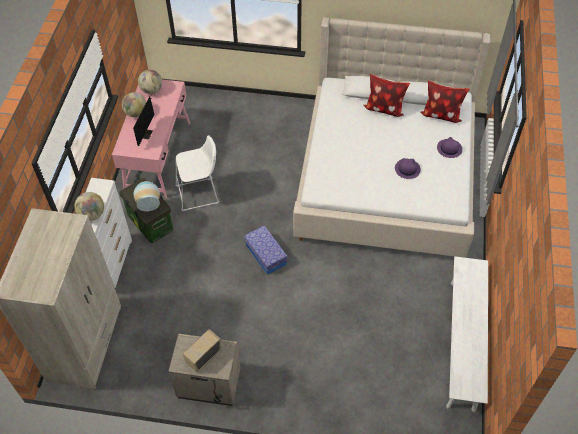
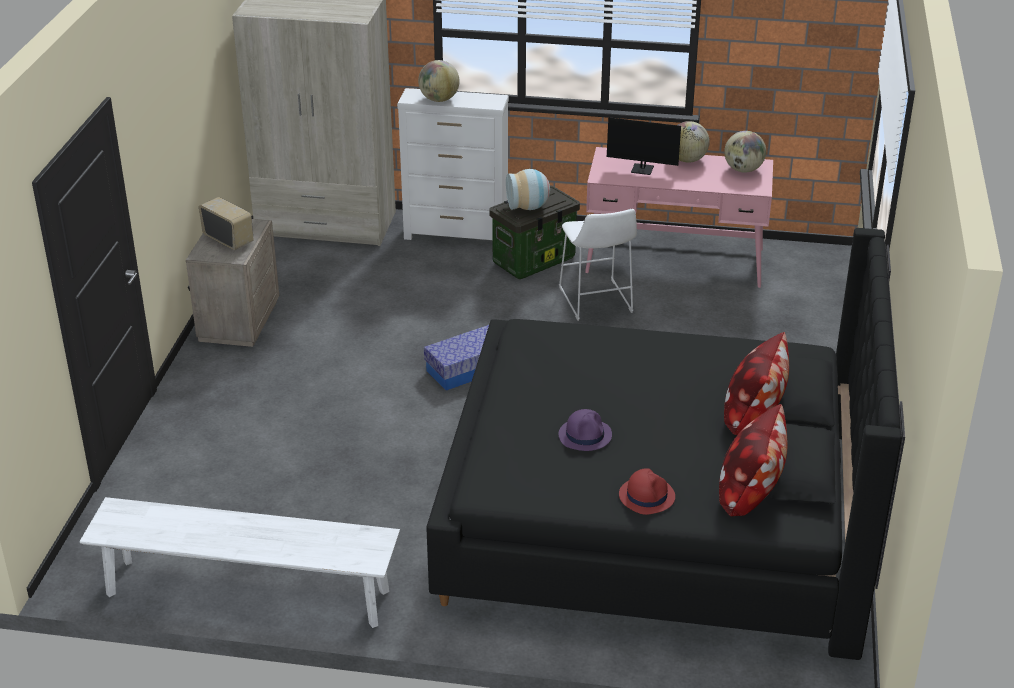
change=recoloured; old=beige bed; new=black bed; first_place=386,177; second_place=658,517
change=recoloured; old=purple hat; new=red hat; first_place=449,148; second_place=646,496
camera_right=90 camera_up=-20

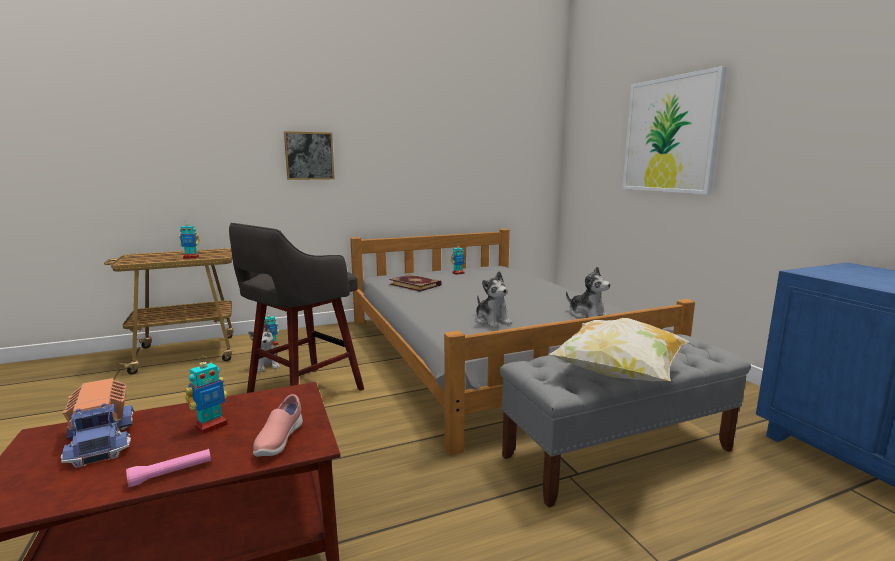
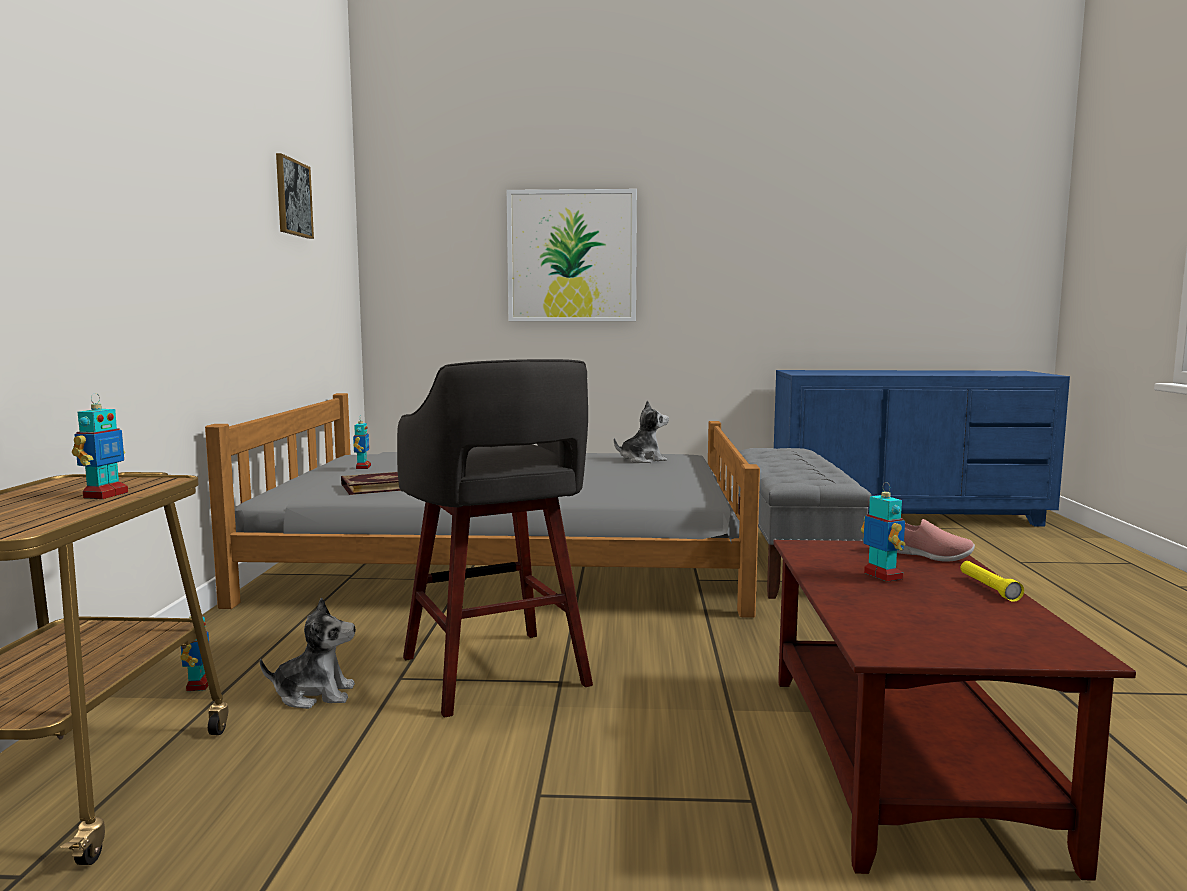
change=moved; old=picture; first_place=309,156; second_place=293,198
change=recoloured; old=pink flashlight; new=yellow flashlight; first_place=171,473; second_place=988,588
change=removed; old=toy truck; first_place=103,439
change=removed; old=plush toy; first_place=492,321
change=removed; old=pillow; first_place=618,374
camera_right=-65 camera_up=-5

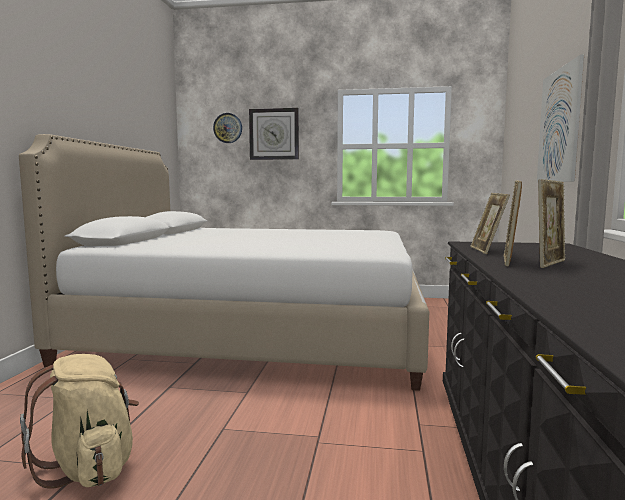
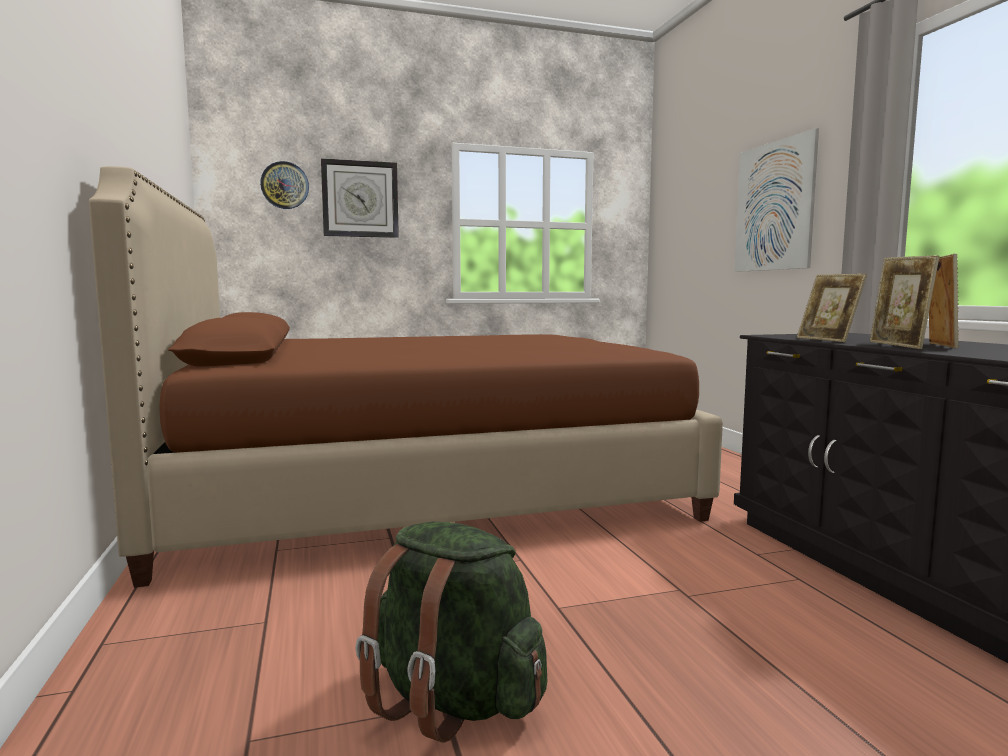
change=recoloured; old=white bed; new=brown bed; first_place=256,334; second_place=423,489
change=recoloured; old=beige backpack; new=green backpack; first_place=89,467; second_place=452,700
camera_right=-25 camera_up=0

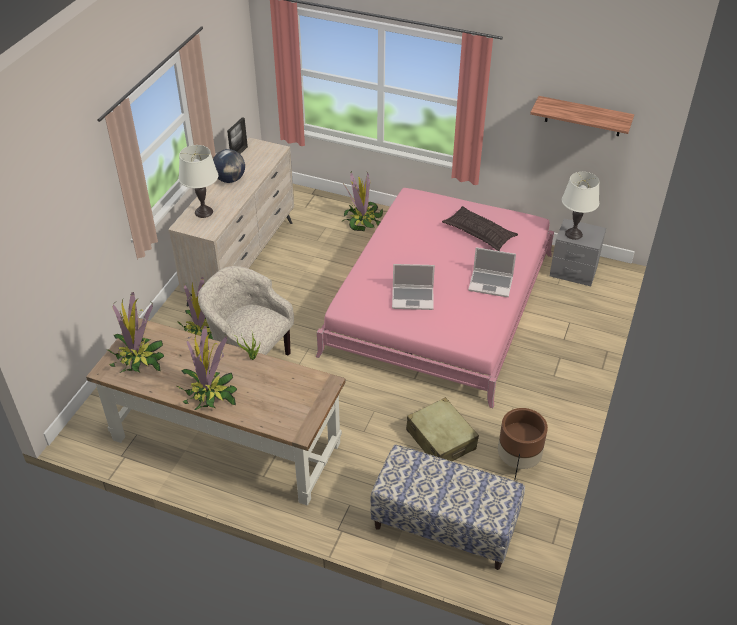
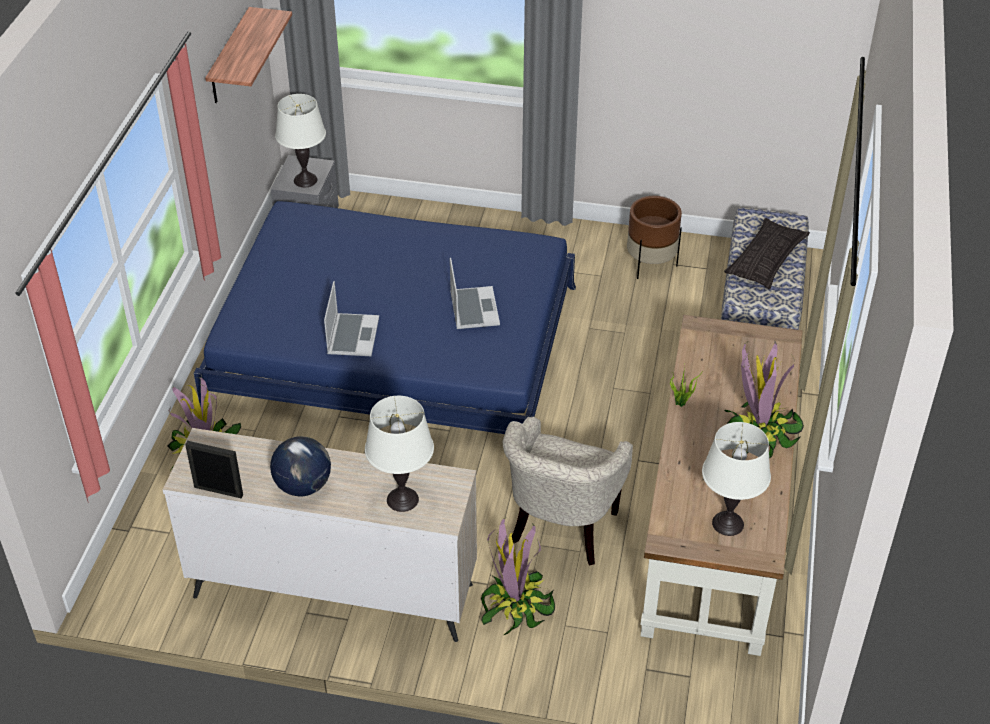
change=recoloured; old=pink bed; new=blue bed; first_place=440,303; second_place=395,346
change=moved; old=laptop; first_place=491,284; second_place=352,336
change=replaced; old=potted plant; new=white table lamp; first_place=137,358; second_place=728,523
change=moved; old=pillow; first_place=479,233; second_place=766,259
change=removed; old=beige suitcase; first_place=441,439
camera_right=-100 camera_up=0

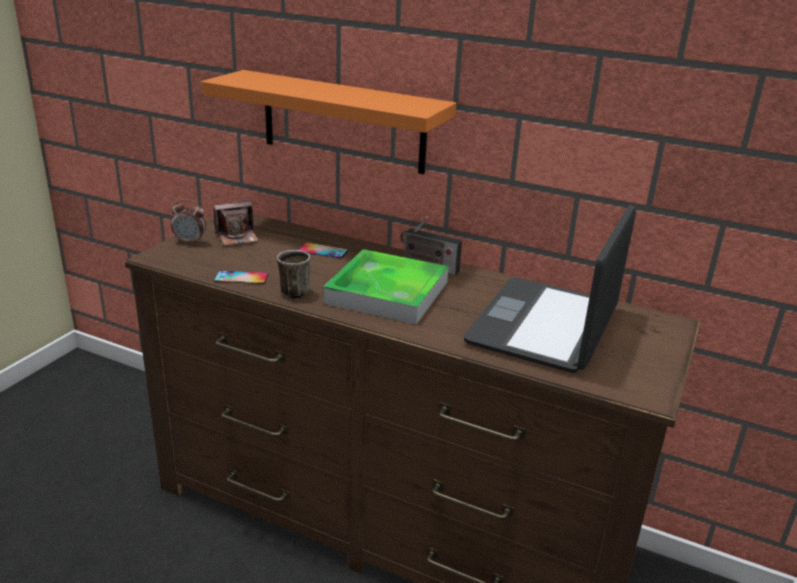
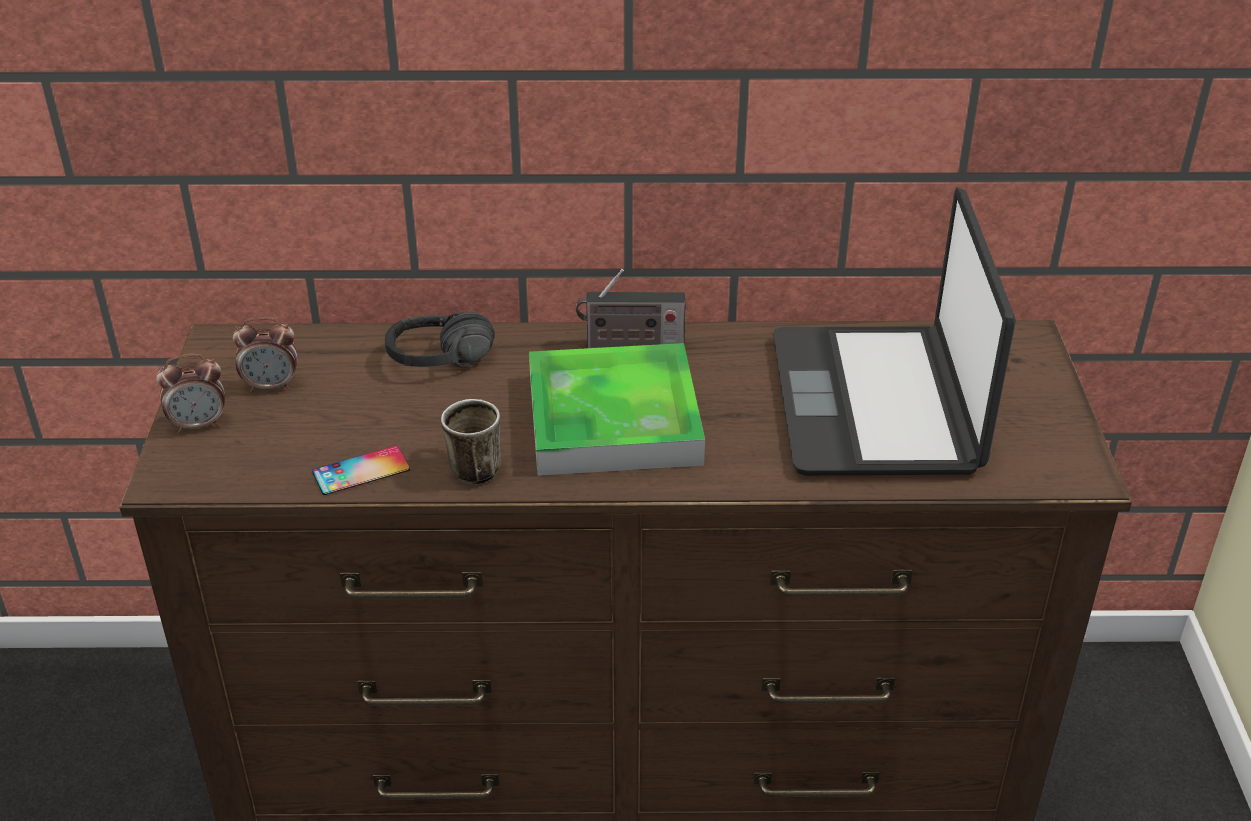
change=replaced; old=photo camera; new=alarm clock; first_place=237,237; second_place=272,386
change=replaced; old=phone; new=black headphones; first_place=323,251; second_place=443,368
change=removed; old=orange shelf; first_place=343,122
camera_right=-25 camera_up=10

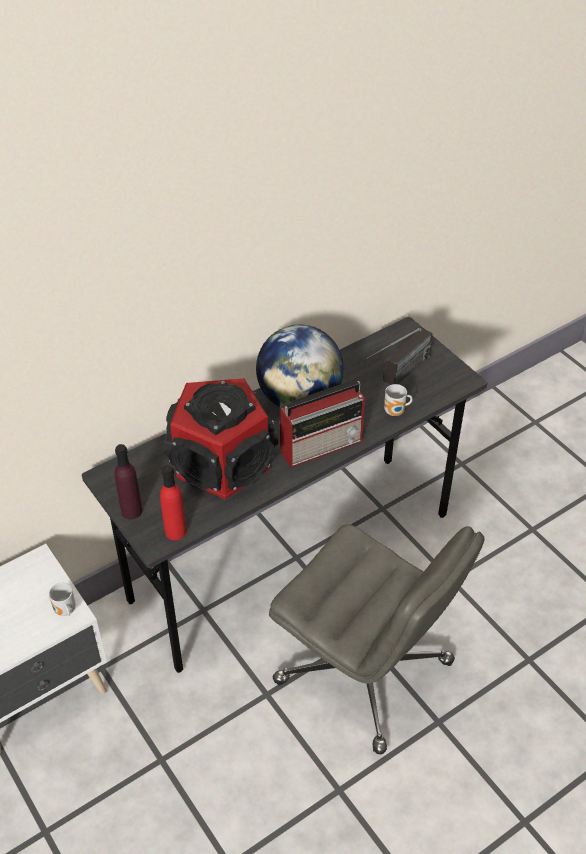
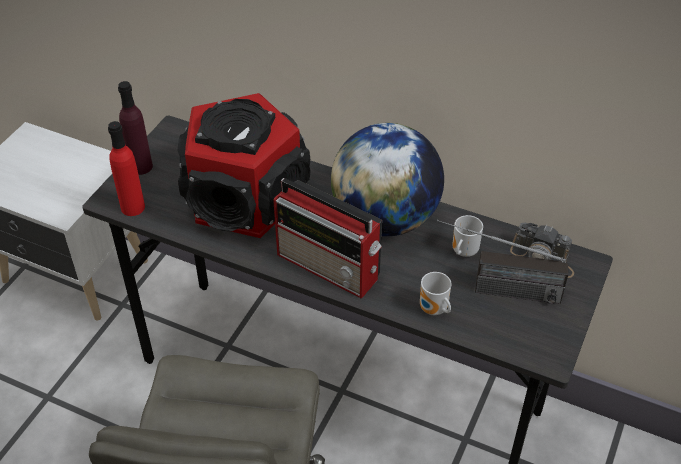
change=moved; old=mug; first_place=65,611; second_place=462,252
change=added; new=photo camera; second_place=543,257
camera_right=60 camera_up=0

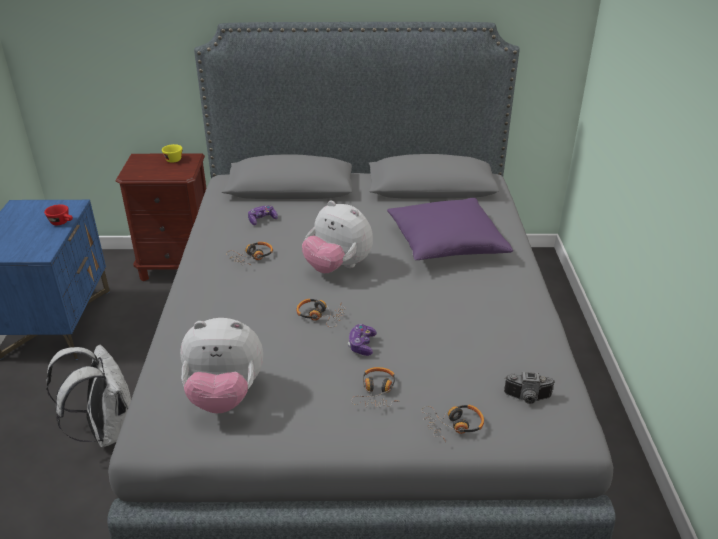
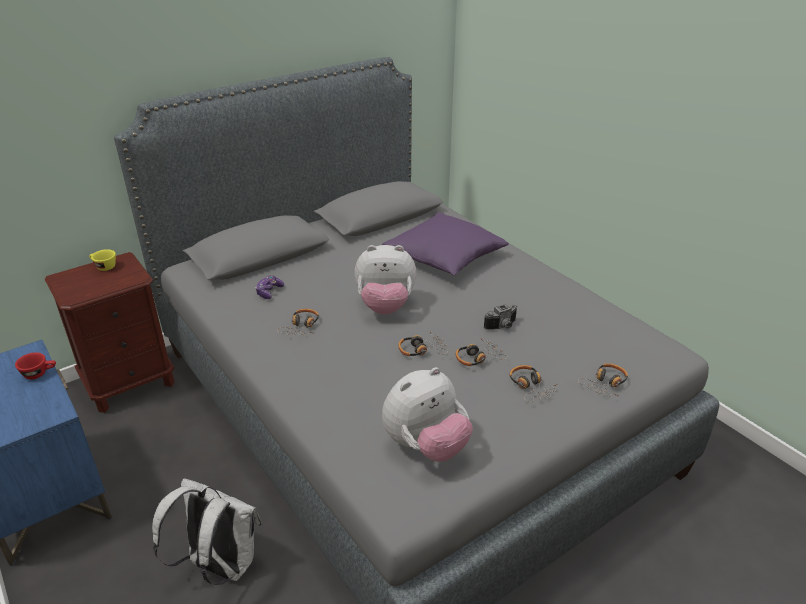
change=replaced; old=game controller; new=headphones; first_place=362,345; second_place=478,357
change=moved; old=photo camera; first_place=527,399; second_place=503,327
camera_right=-35 camera_up=0

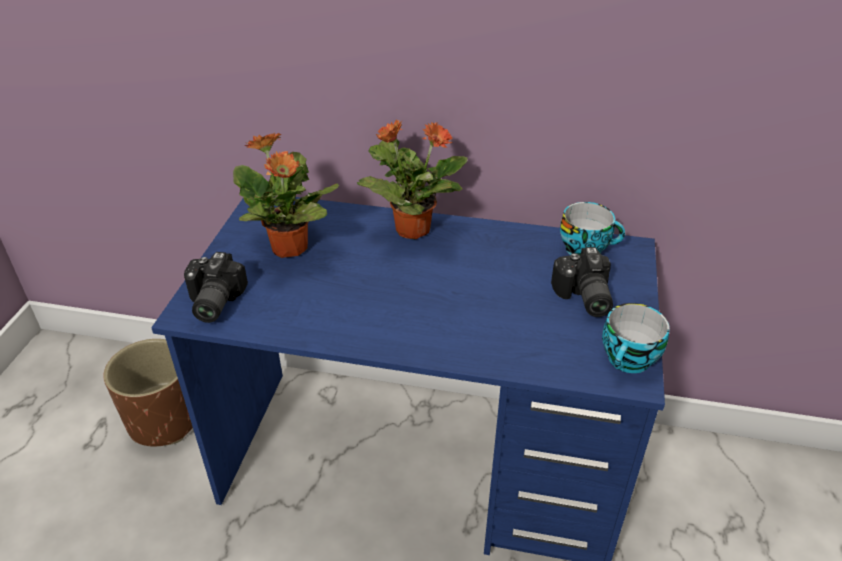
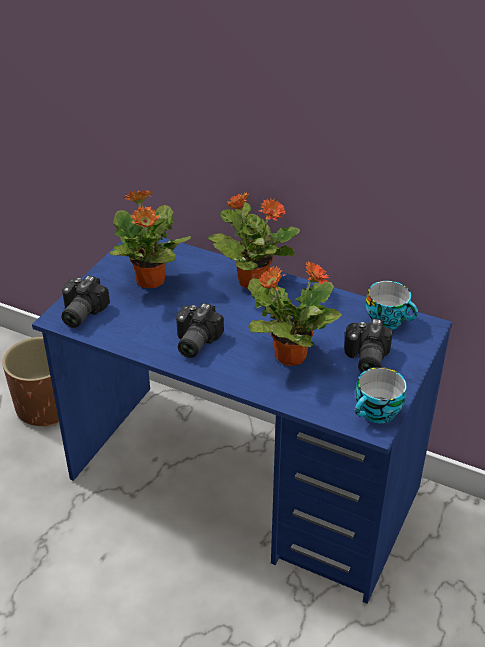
change=added; new=photo camera; second_place=193,342
change=added; new=potted plant; second_place=289,355
camera_right=15 camera_up=0

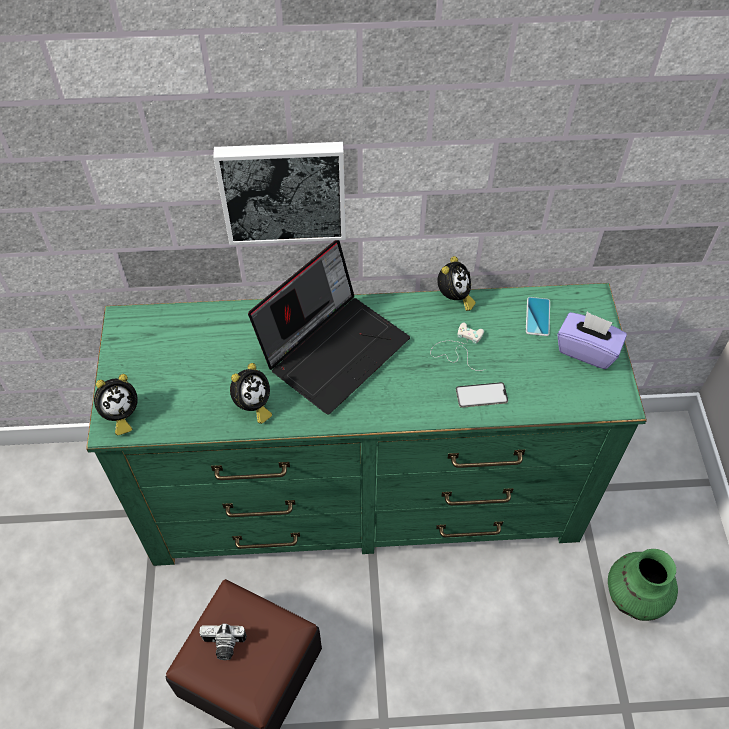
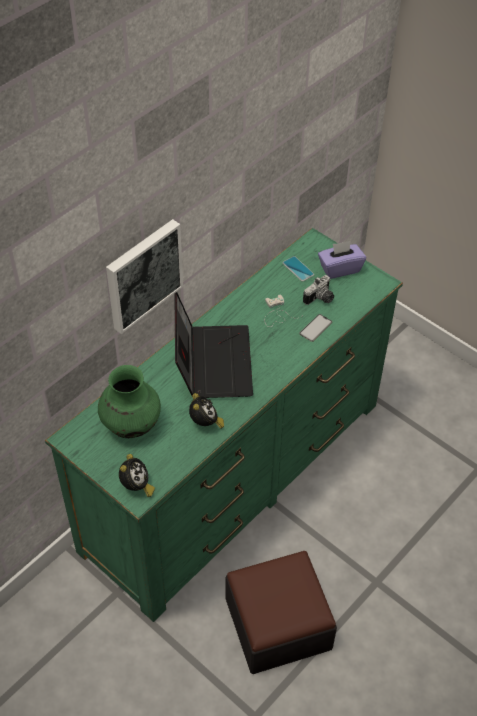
change=moved; old=green vase; first_place=634,596; second_place=131,424
change=moved; old=photo camera; first_place=223,646; second_place=320,299
change=removed; old=alarm clock; first_place=454,298
camera_right=-45 camera_up=-5

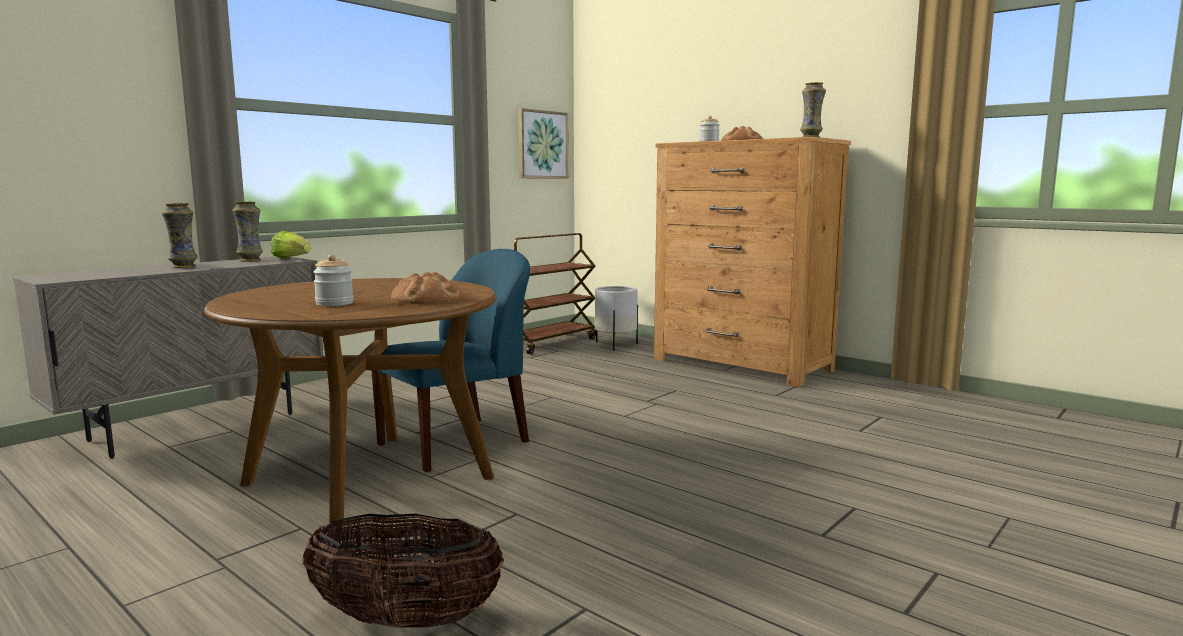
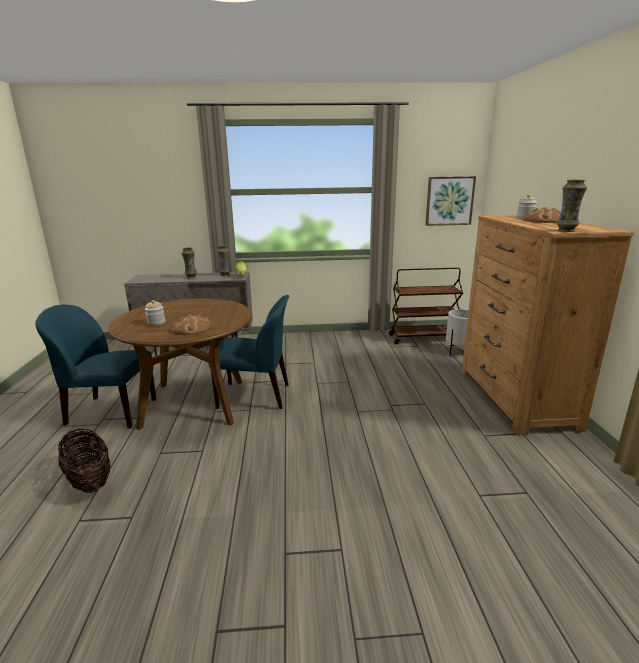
change=added; new=blue chair; second_place=110,412
camera_right=45 camera_up=10

